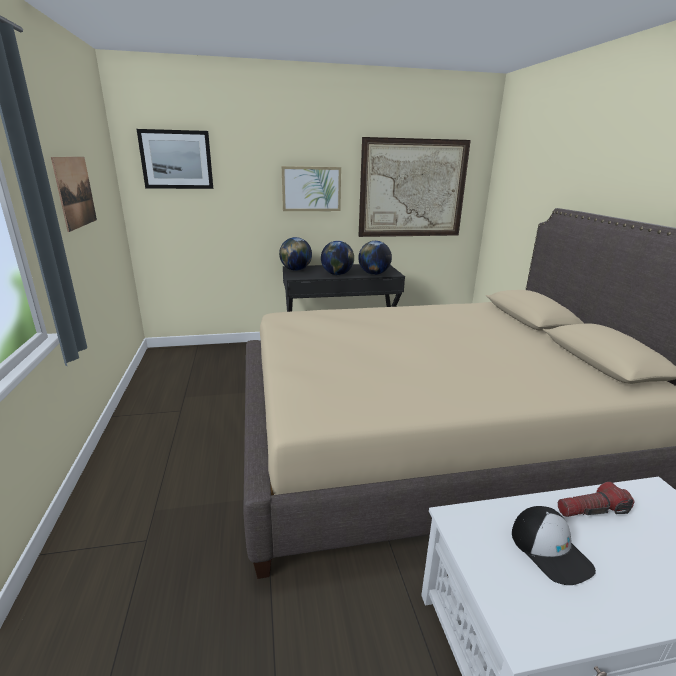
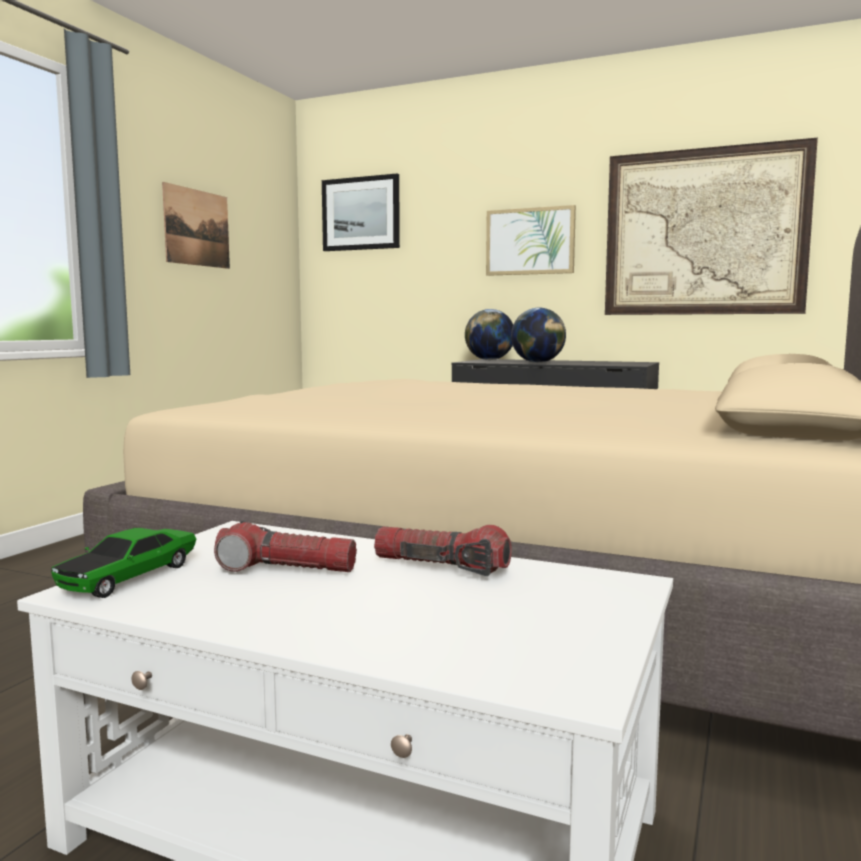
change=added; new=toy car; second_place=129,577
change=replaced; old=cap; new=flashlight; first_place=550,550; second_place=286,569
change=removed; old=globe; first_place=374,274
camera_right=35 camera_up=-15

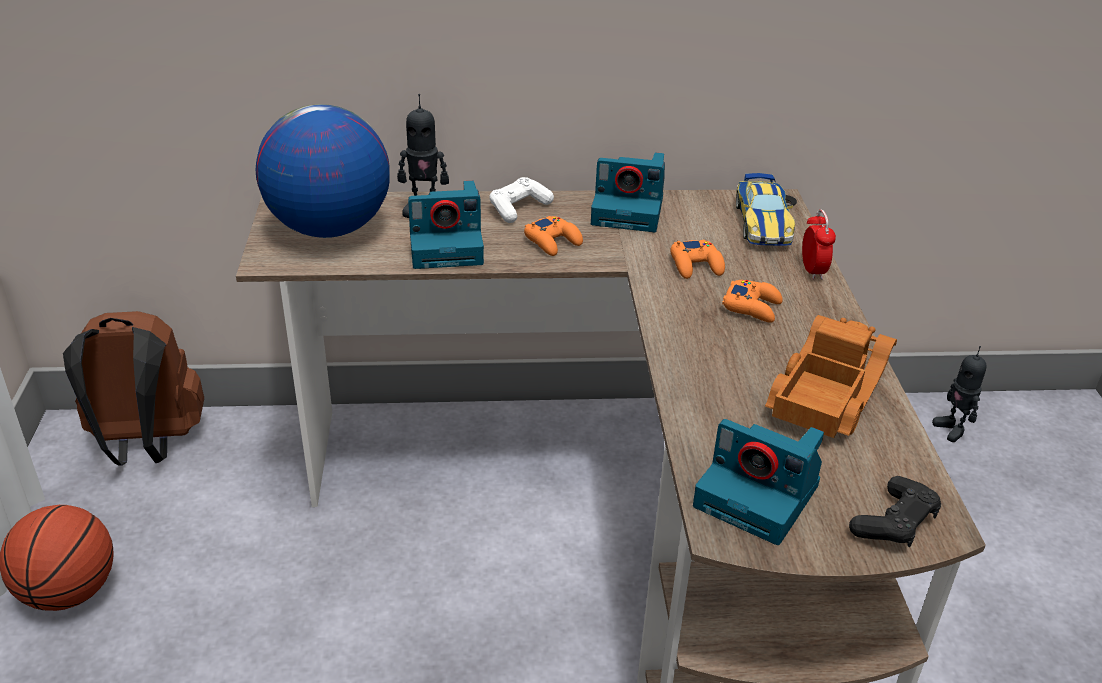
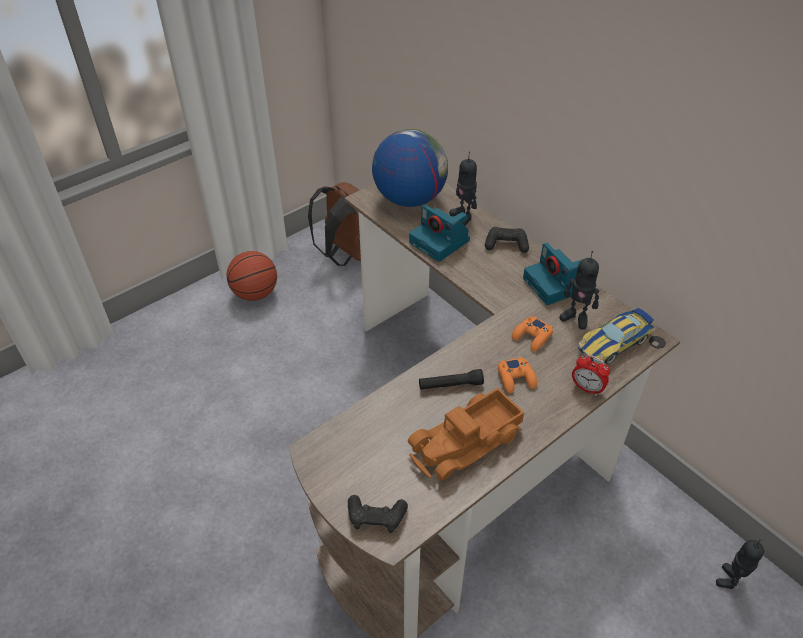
change=turned; old=toy truck; first_place=825,390; second_place=467,443; degrees=150
change=added; new=black flashlight; second_place=450,385
change=recoloured; old=white game controller; new=black game controller; first_place=519,208; second_place=506,245
change=added; new=toy robot; second_place=576,318
change=turned; old=alarm clock; first_place=812,271; second_place=587,388; degrees=75
change=removed; old=orange game controller; first_place=553,241
change=removed; old=photo camera; first_place=759,496
camera_right=55 camera_up=10

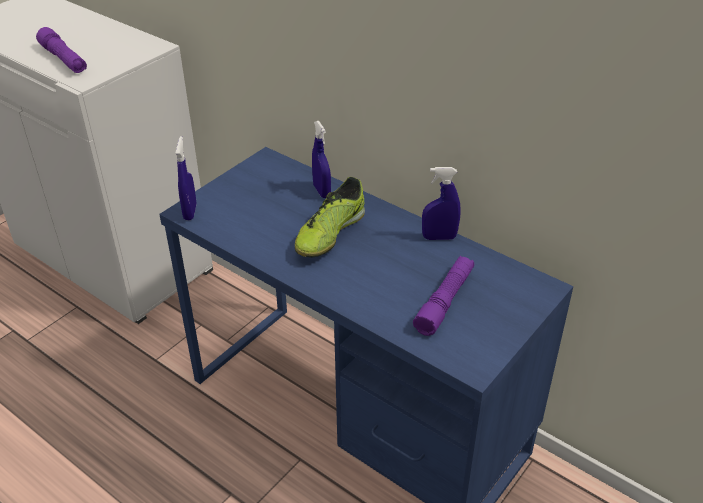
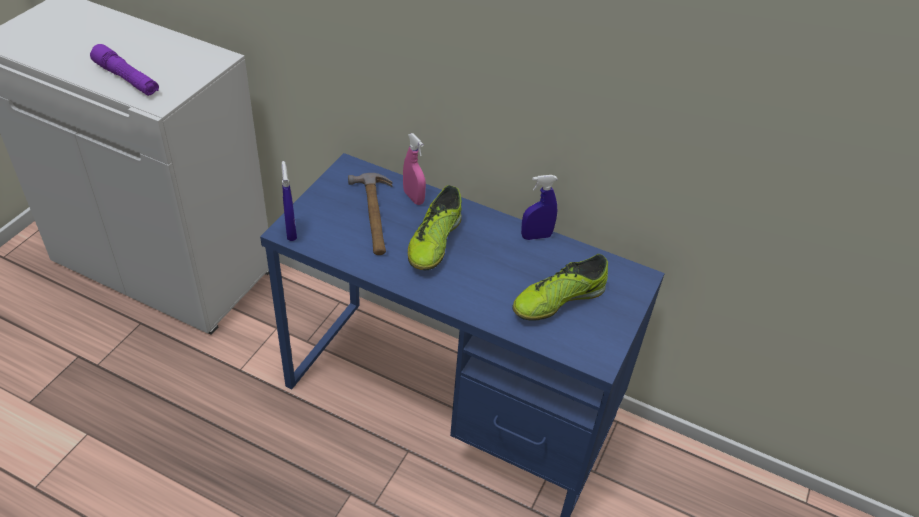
change=added; new=hammer; second_place=374,216
change=recoloured; old=blue spray bottle; new=pink spray bottle; first_place=322,191; second_place=413,197
change=replaced; old=purple flashlight; new=shoe; first_place=445,301; second_place=558,300
camera_right=-15 camera_up=5

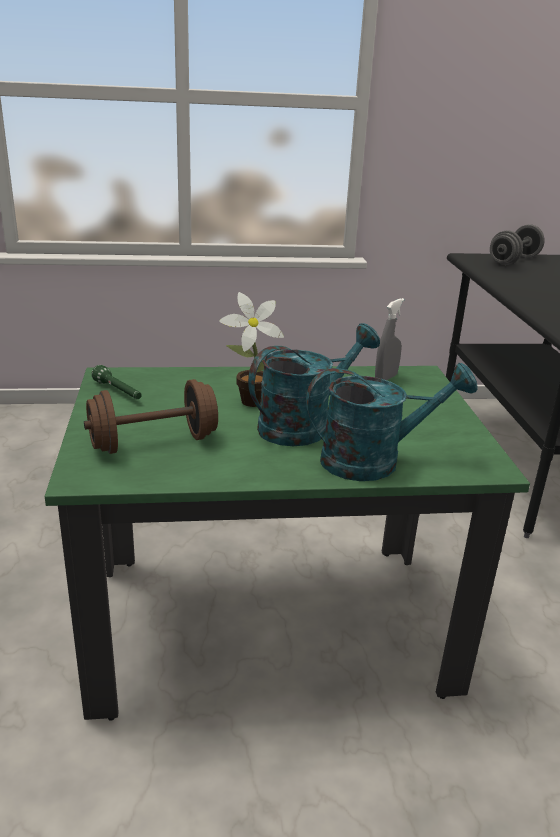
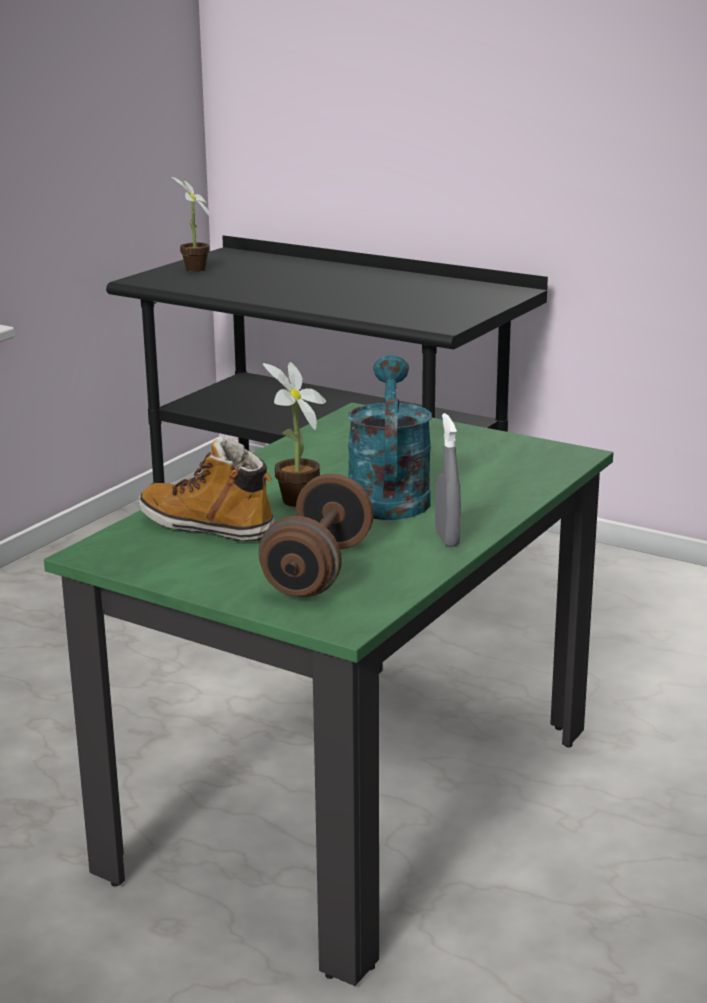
change=added; new=boot; second_place=208,527
change=replaced; old=grey dumbbell; new=potted plant; first_place=514,261; second_place=194,270
change=moved; old=grey spray bottle; first_place=386,378; second_place=447,538
change=removed; old=green flashlight; first_place=118,392
change=removed; old=turquoise watering can; first_place=374,460
camera_right=-50 camera_up=-5

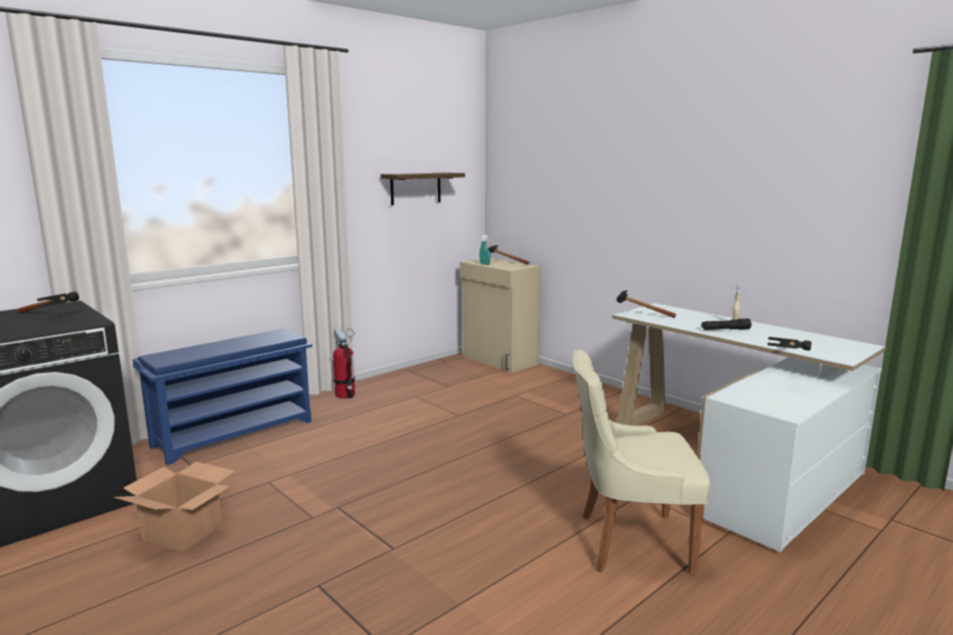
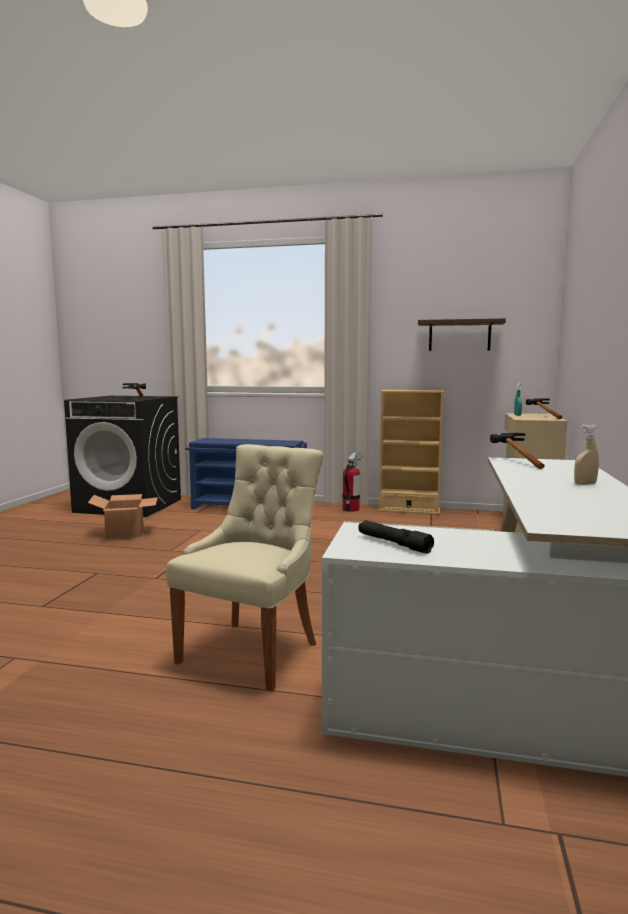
change=turned; old=beige chair; first_place=629,542; second_place=252,651; degrees=60
change=moved; old=black flashlight; first_place=725,330; second_place=393,543
change=added; new=beige bookcase; second_place=409,510
change=removed; old=hammer; first_place=788,358
camera_right=55 camera_up=-5

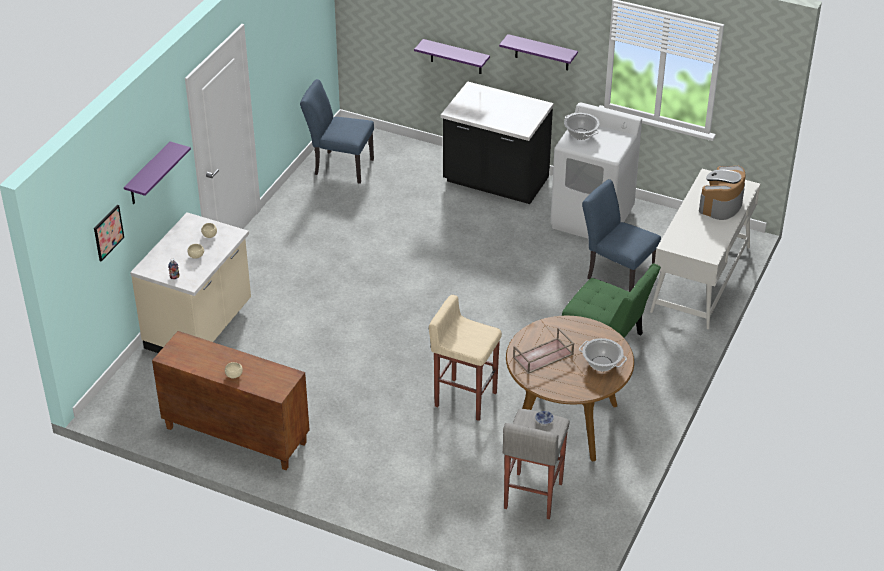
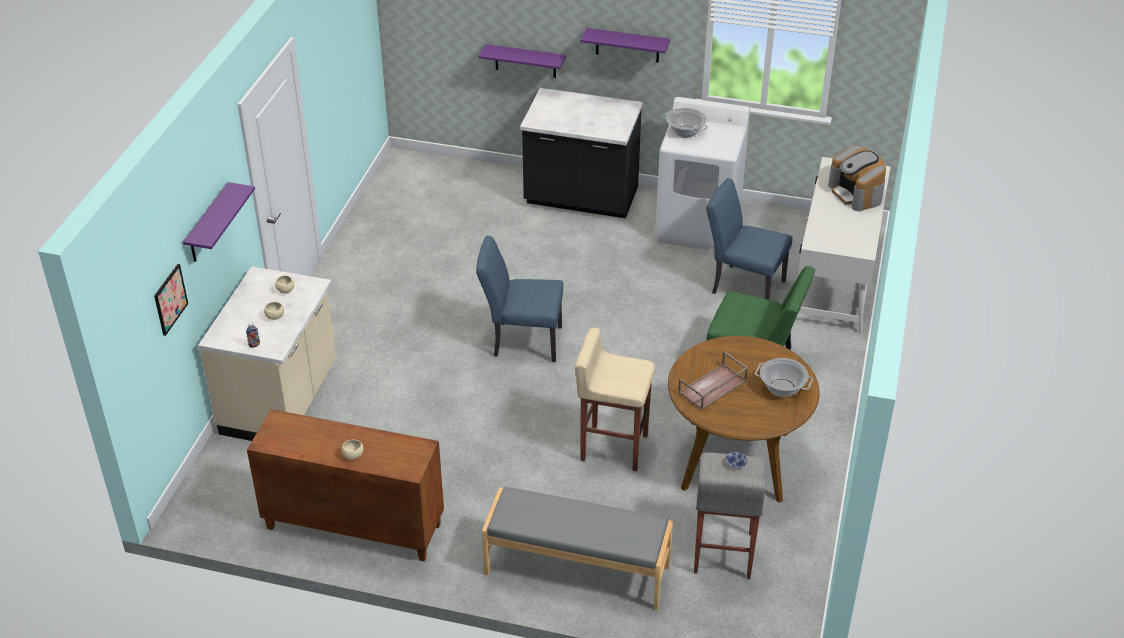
change=moved; old=blue chair; first_place=339,166; second_place=521,341
change=added; new=grey bench; second_place=577,570
change=turned; old=coffee machine; first_place=721,204; second_place=856,193; degrees=-45
camera_right=-10 camera_up=0

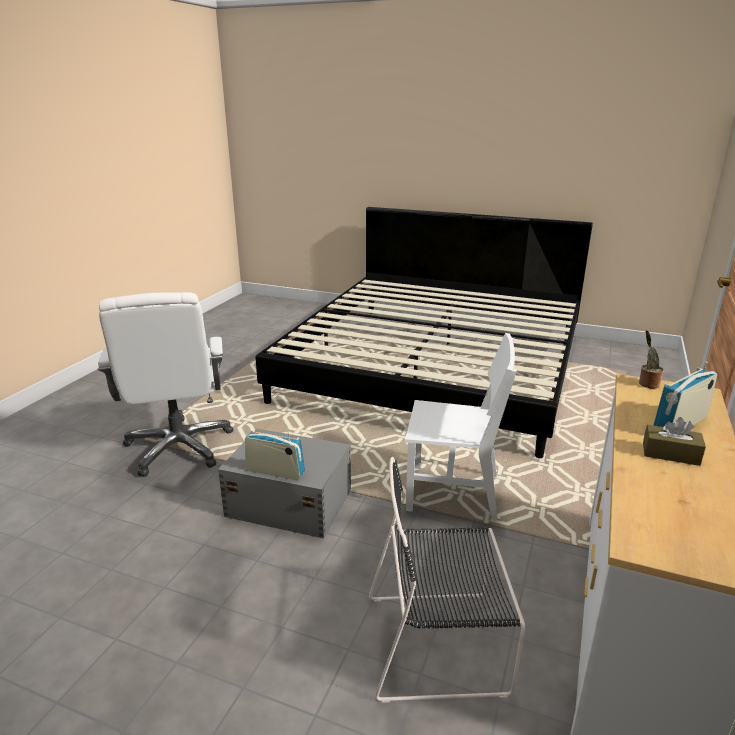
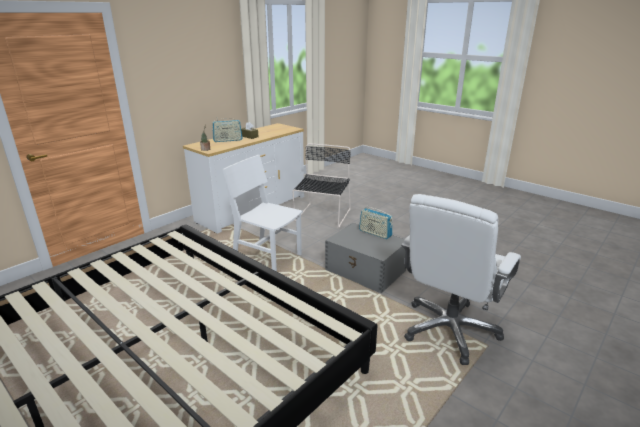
change=turned; old=black chair; first_place=441,643; second_place=322,216; degrees=-90
change=turned; old=white office chair; first_place=179,447; second_place=449,330; degrees=-150
camera_right=-160 camera_up=0

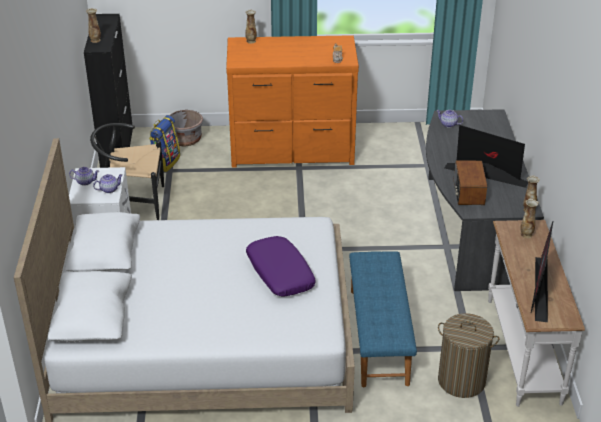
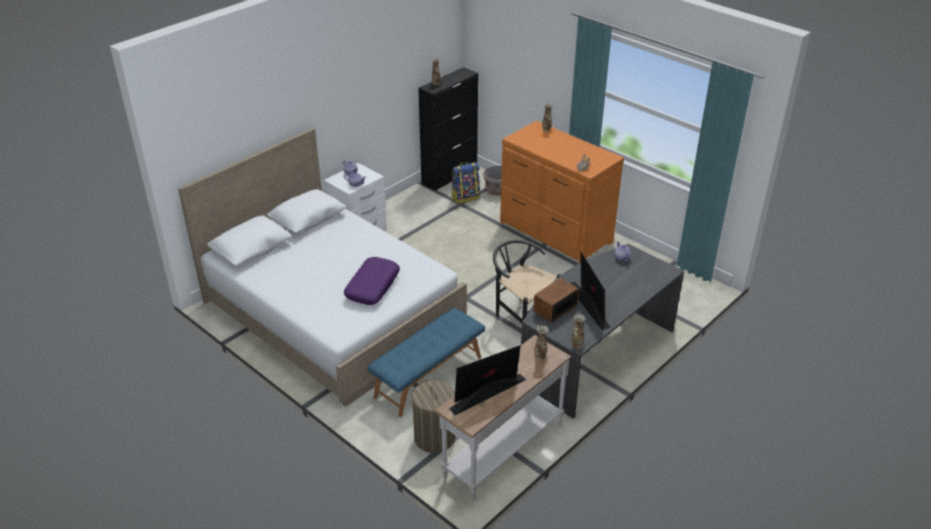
change=moved; old=black chair; first_place=133,202; second_place=521,315
camera_right=45 camera_up=0

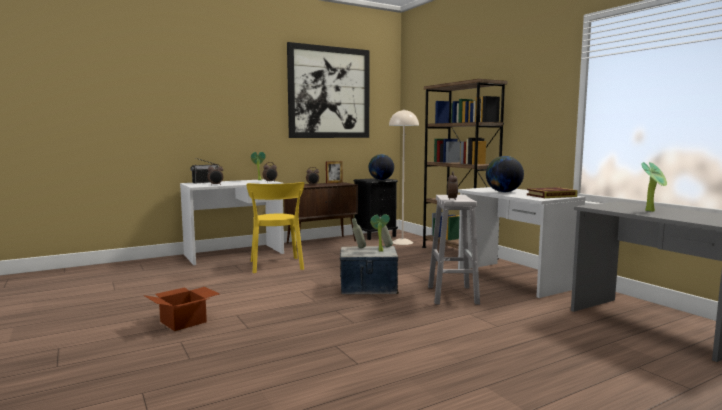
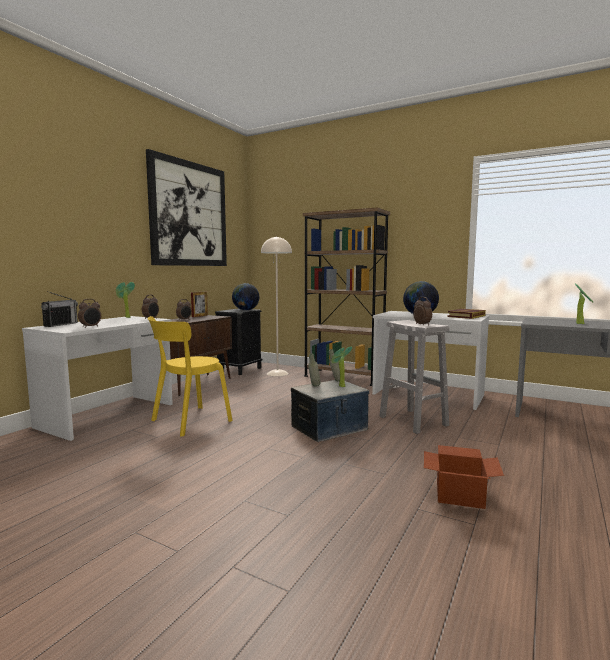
change=turned; old=yellow chair; first_place=276,266; second_place=188,421; degrees=90
change=moved; old=cardboard box; first_place=184,321; second_place=460,494
camera_right=-30 camera_up=0

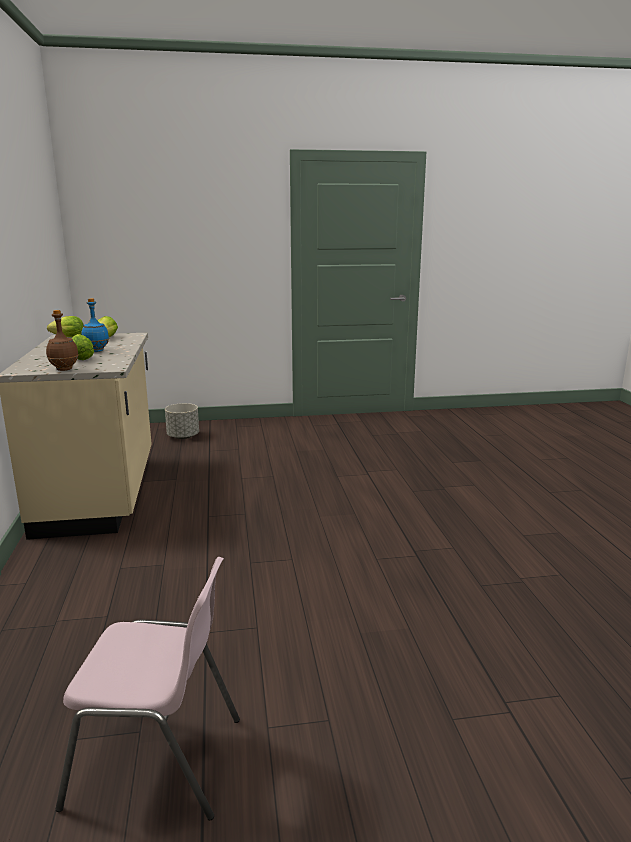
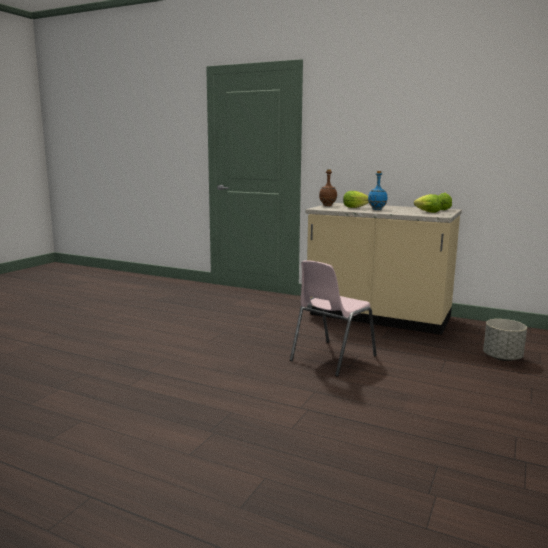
change=moved; old=pink chair; first_place=158,761; second_place=331,358
camera_right=125 camera_up=-5

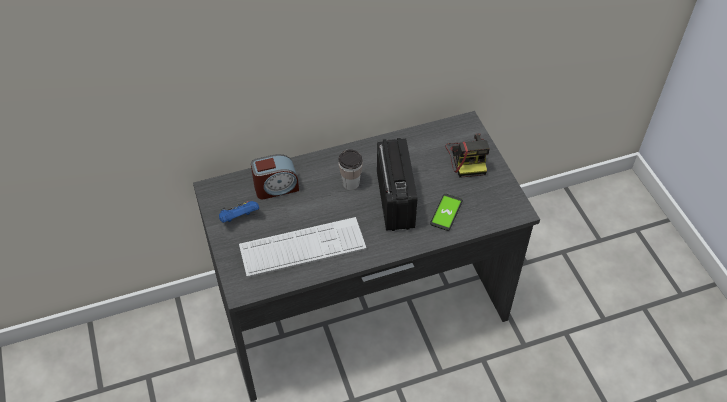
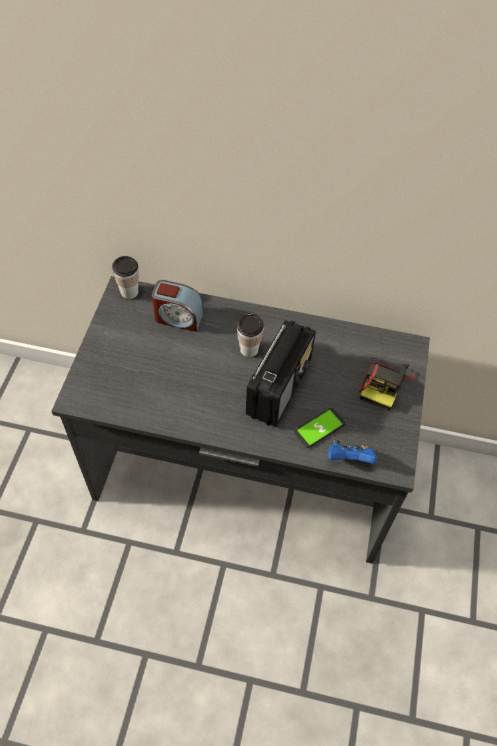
change=added; new=cup; second_place=129,292
change=moved; old=blue game controller; first_place=239,218; second_place=349,459
change=removed; old=keyboard; first_place=302,247
camera_right=30 camera_up=5

